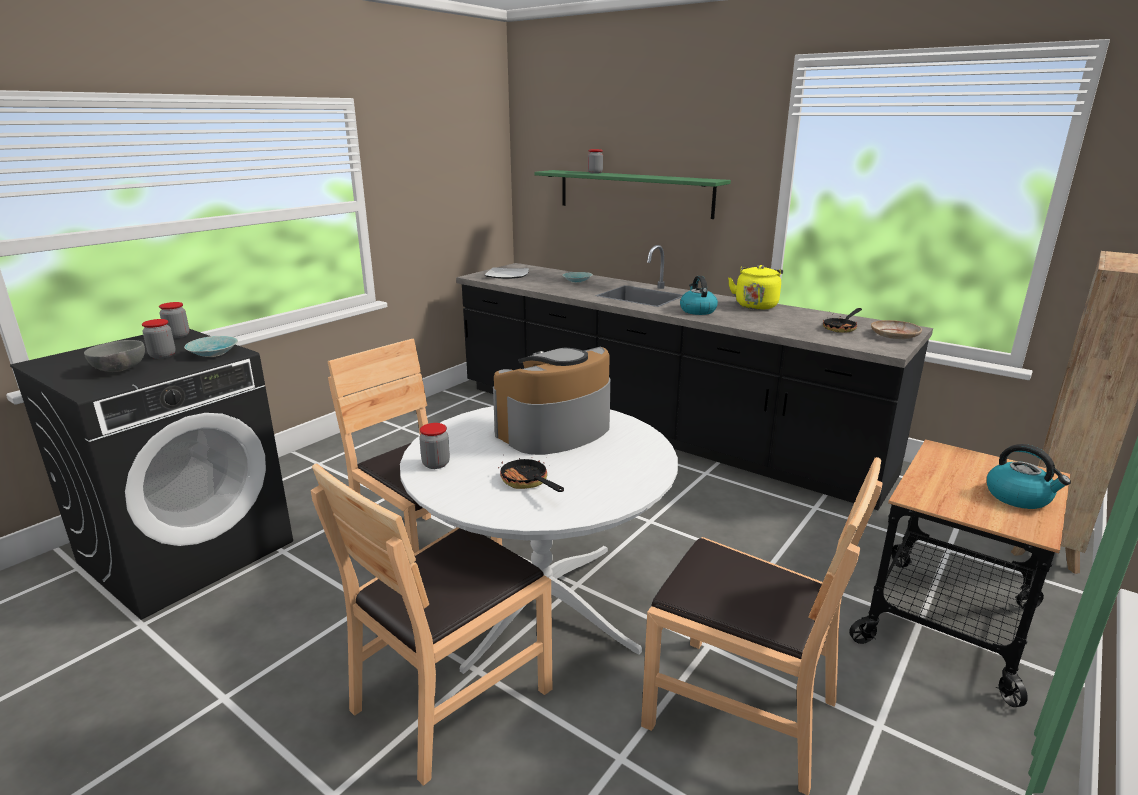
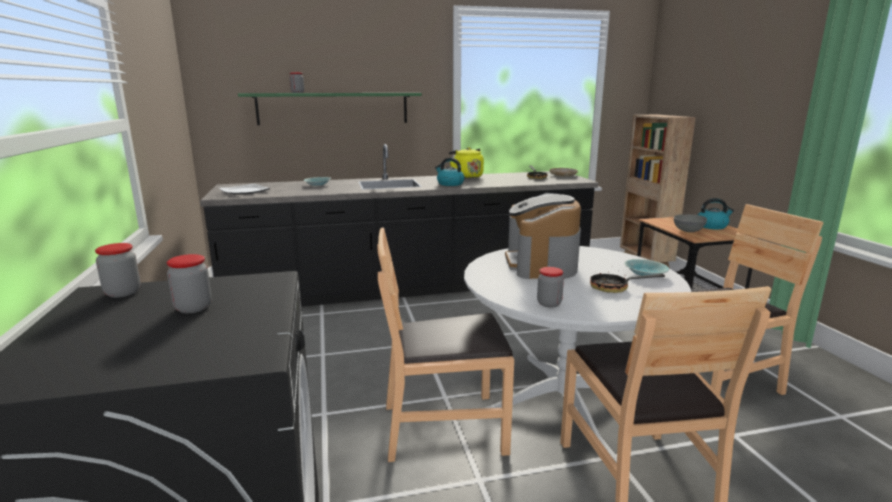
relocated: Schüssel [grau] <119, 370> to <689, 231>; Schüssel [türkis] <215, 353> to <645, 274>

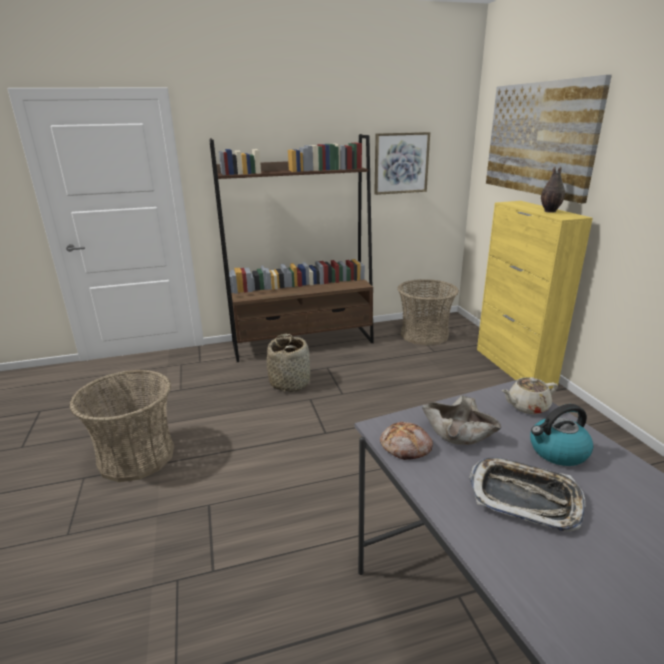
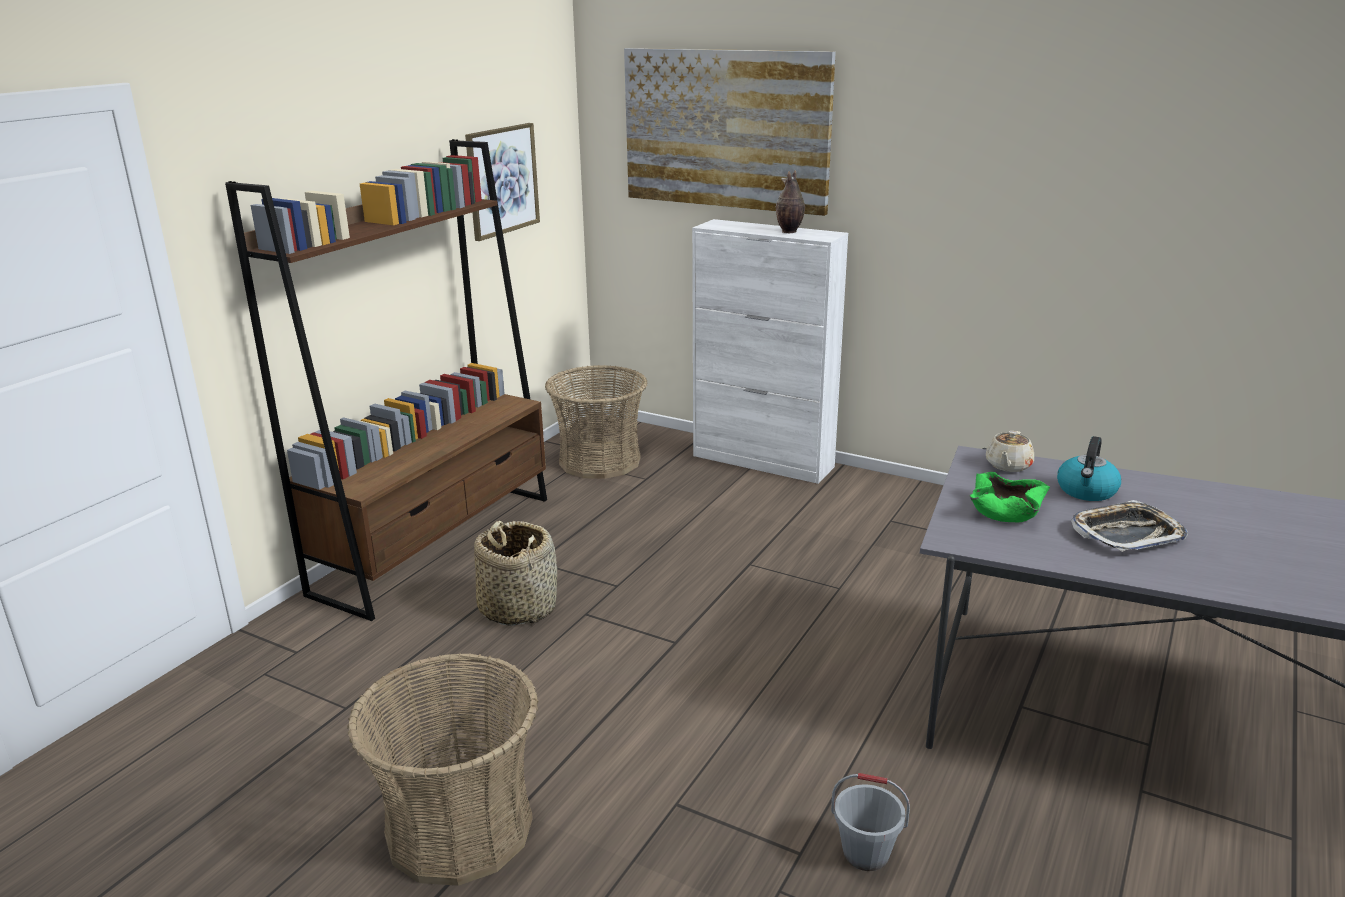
missing: Brot <406, 447>
appeared: Eimer [grau] <866, 853>
colour: Schüssel [beige] <459, 431> to Schüssel [grün] <1004, 510>; Schrank [gelb] <514, 367> to Schrank [weiß] <763, 461>

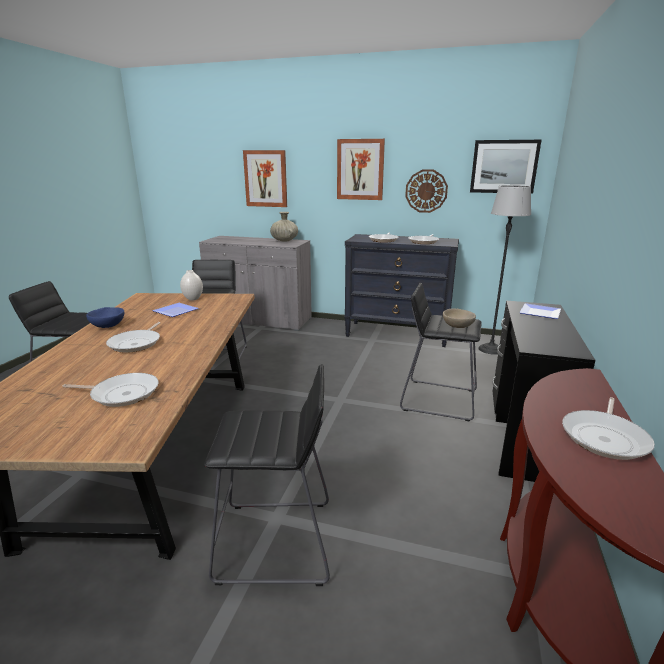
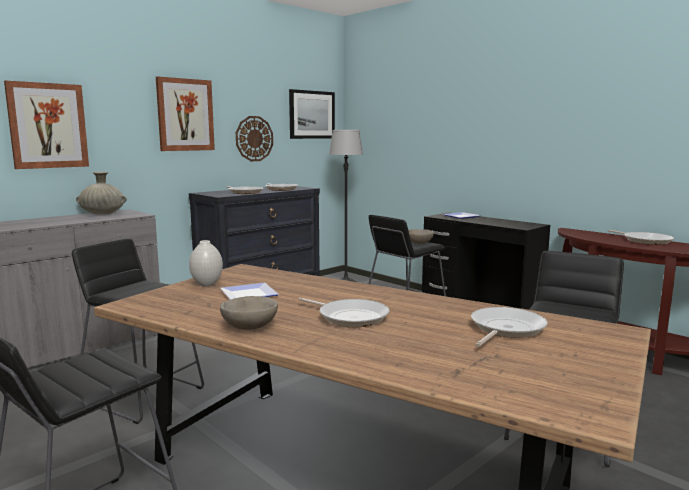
colour: Schüssel [blau] <108, 326> to Schüssel [beige] <250, 327>

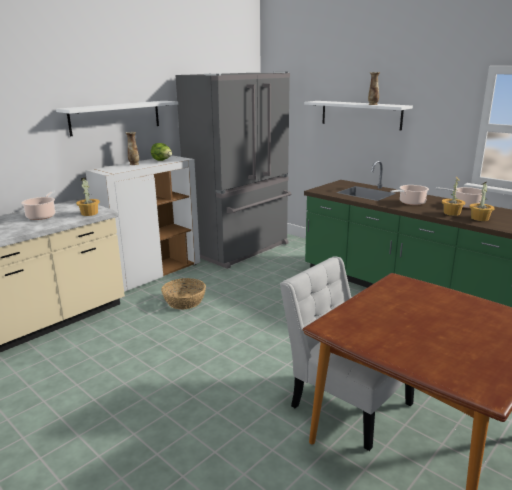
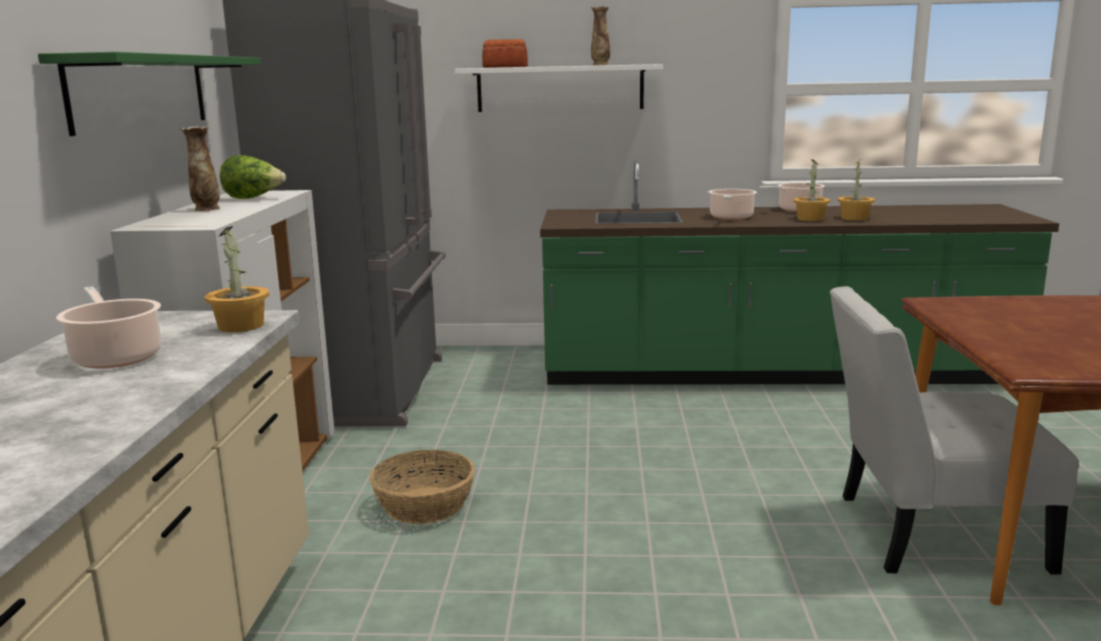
appeared: Brot <506, 67>
colour: Wandregal [weiß] <115, 117> to Wandregal [grün] <141, 92>

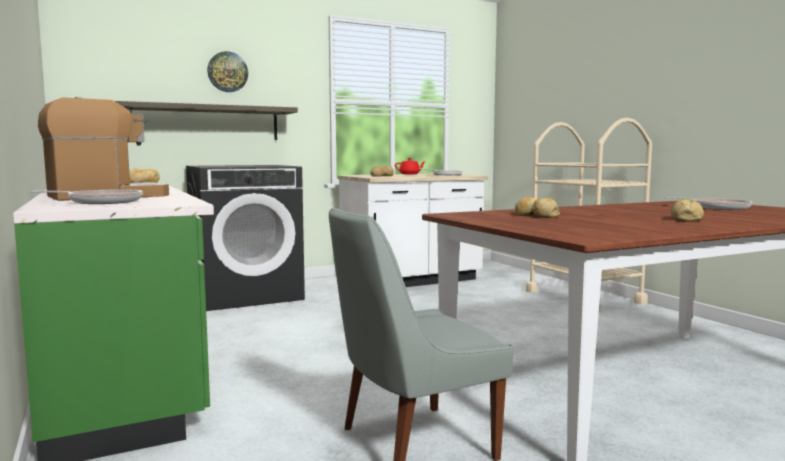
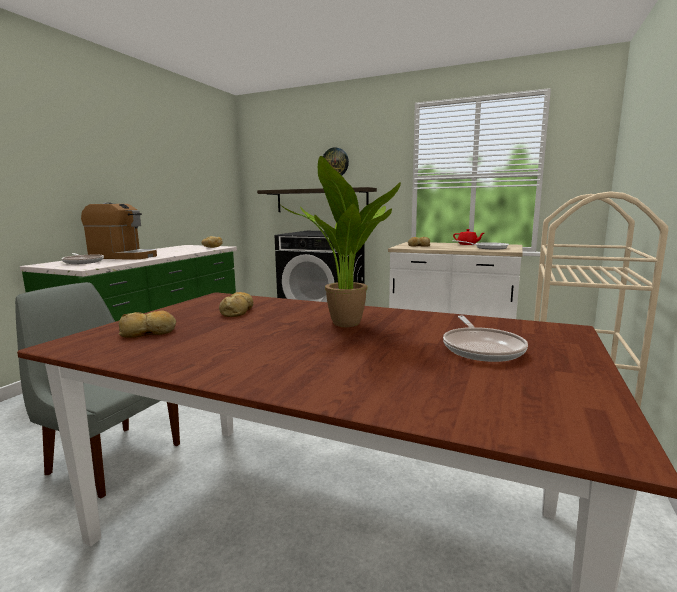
appeared: Topfpflanze <350, 325>
relocated: Brot <686, 219> to <149, 332>

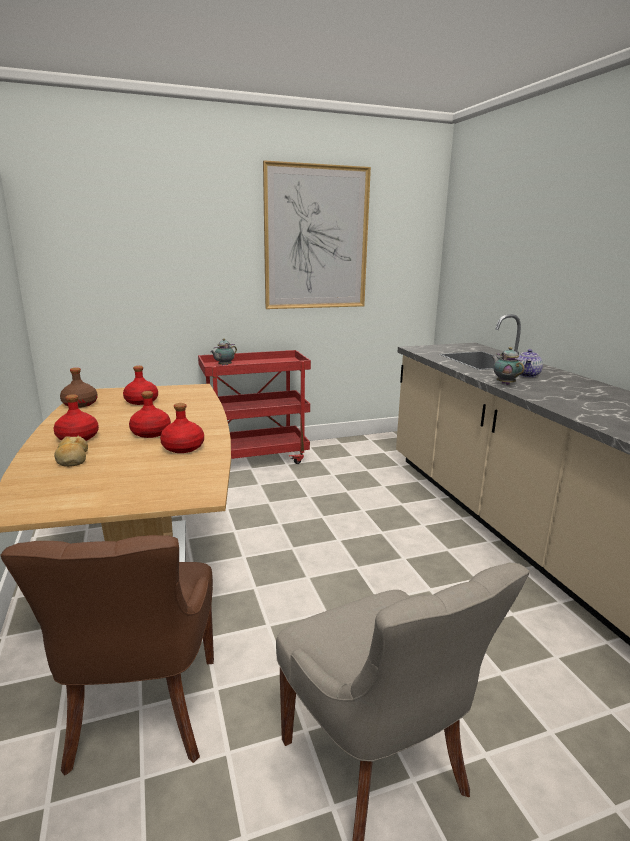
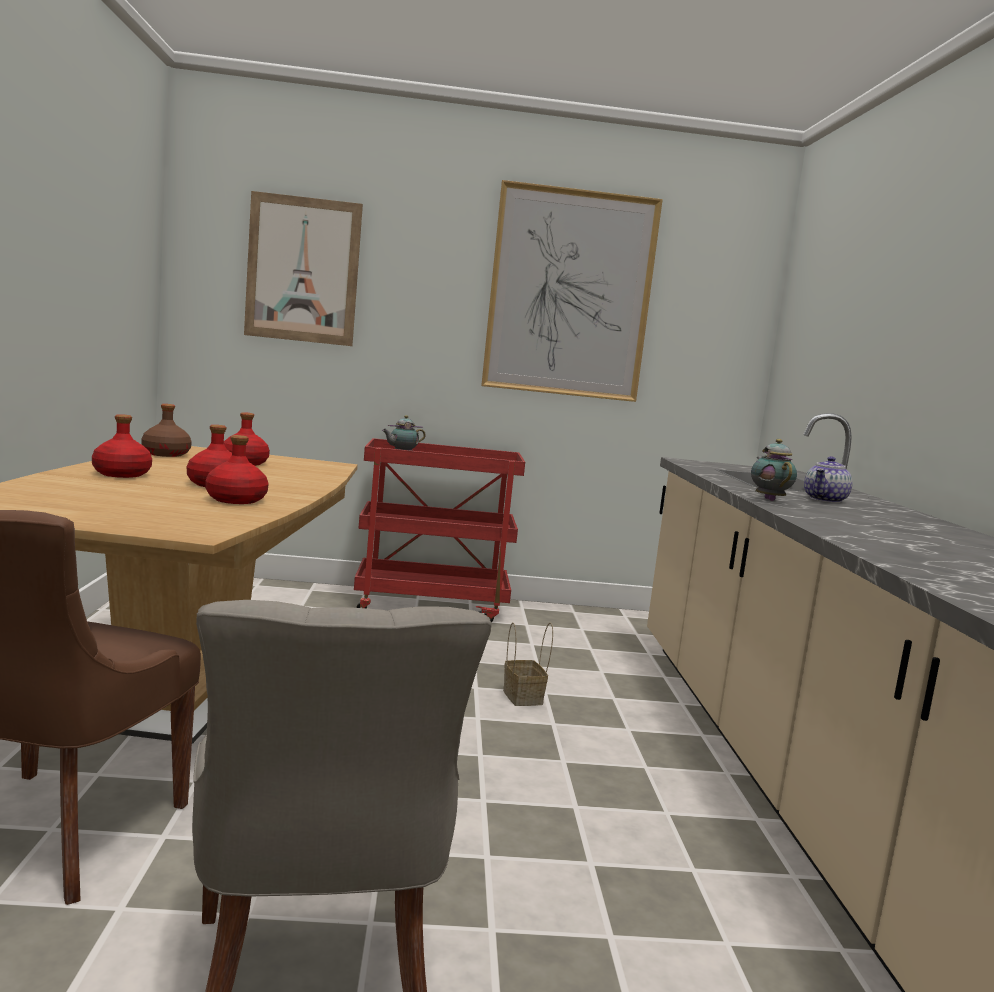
missing: Brot <72, 458>
appeared: Bild <303, 270>; Korb <524, 697>

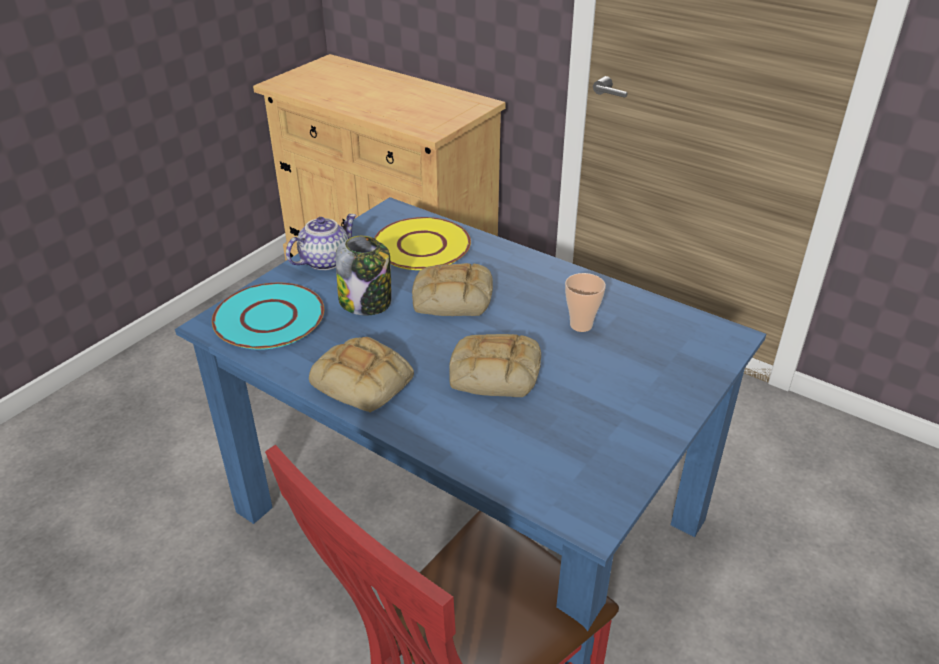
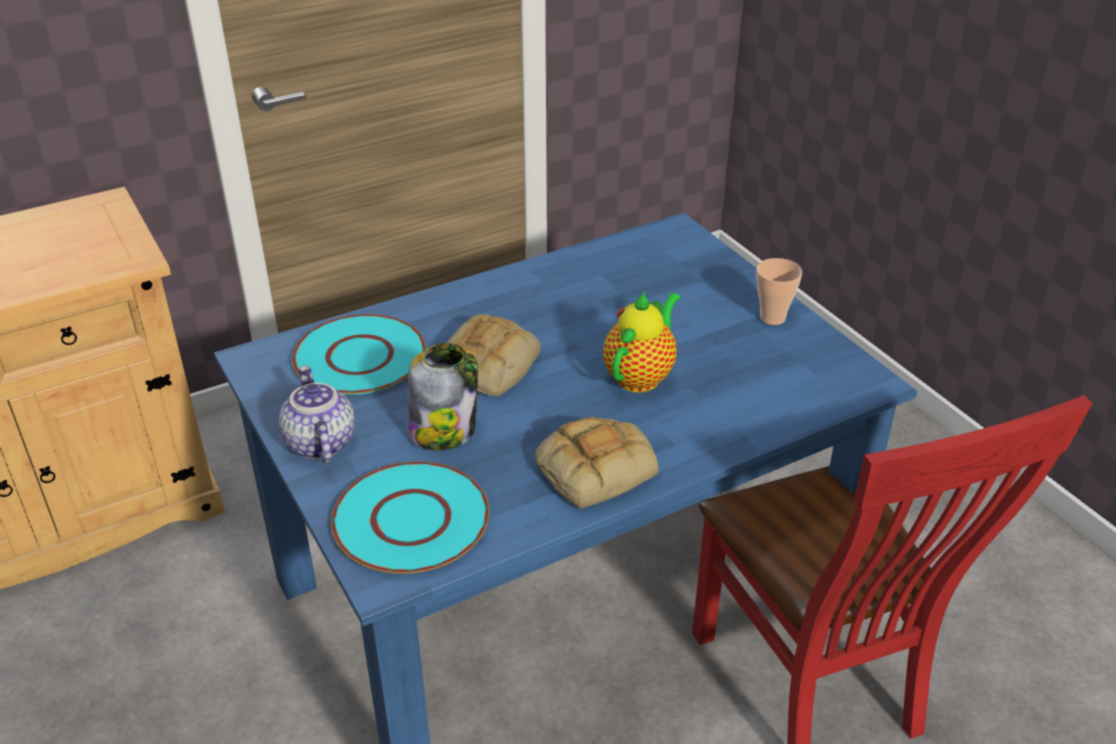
relocated: Tasse <581, 325> to <772, 318>
exchanged: Brot <493, 373> to Teekanne <641, 376>
colour: Teller [gelb] <422, 246> to Teller [türkis] <360, 357>

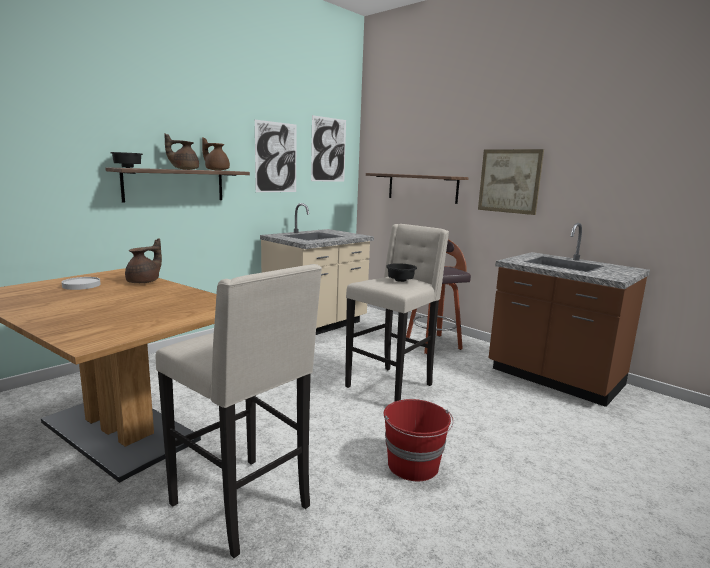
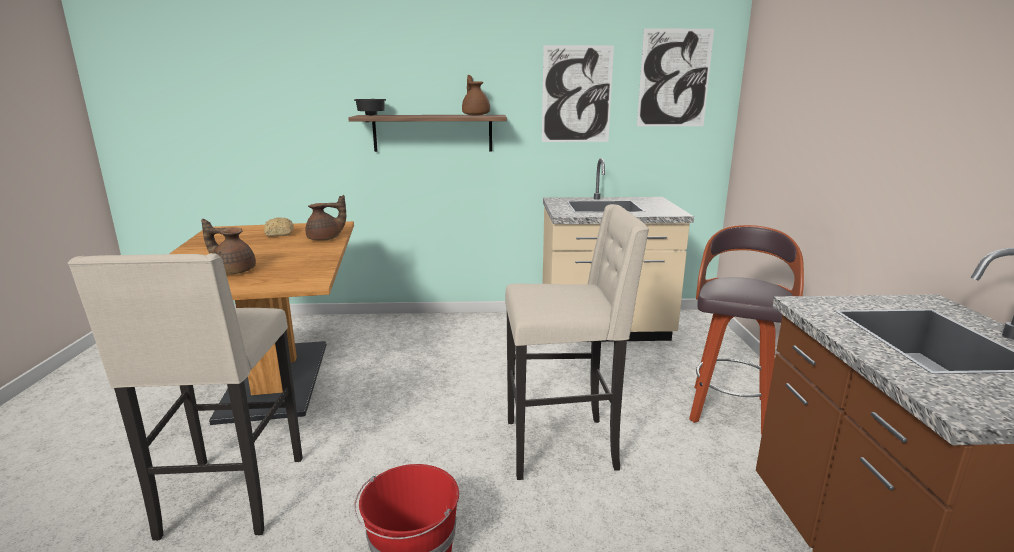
missing: Wandregal <422, 188>; Schüssel [schwarz] <401, 281>; Bild <509, 181>
relocated: Teekanne [braun] <184, 169> to <234, 271>
exchanged: Teller [weiß] <81, 285> to Brot <279, 234>

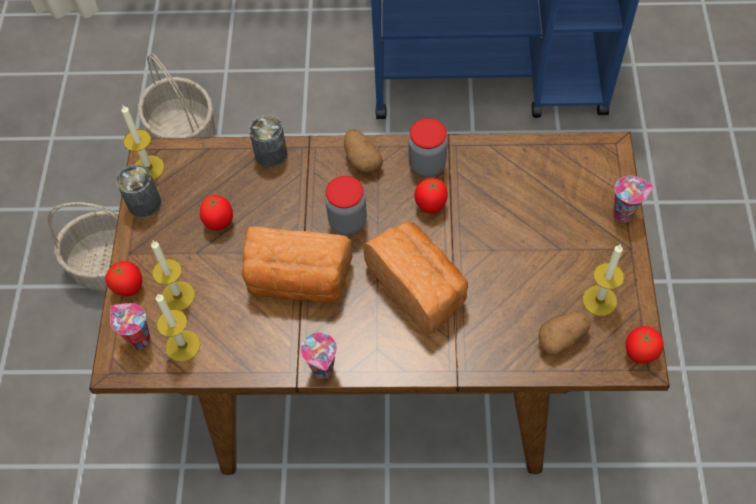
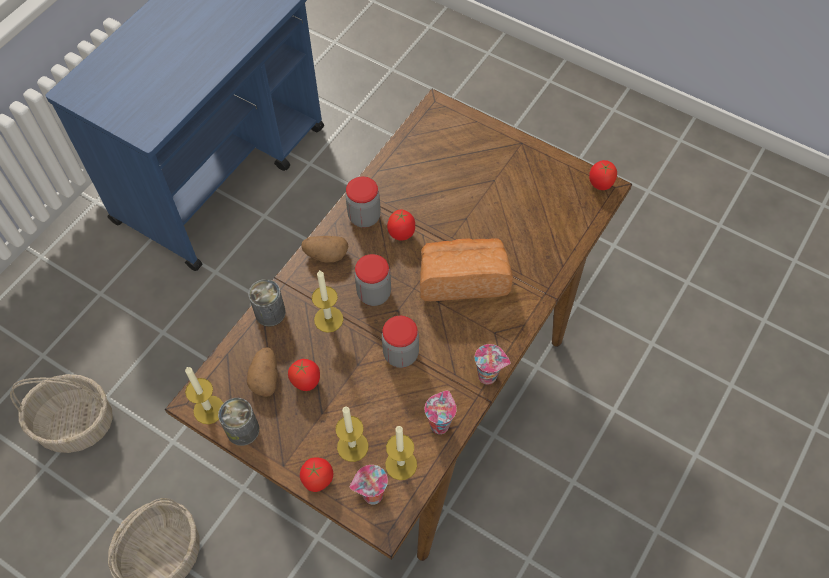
relocated: Kartoffel <562, 338> to <265, 377>; Kerze <599, 300> to <328, 319>; Tasse <624, 213> to <439, 424>
exchanged: Brot <297, 280> to Vorratsglas <401, 354>

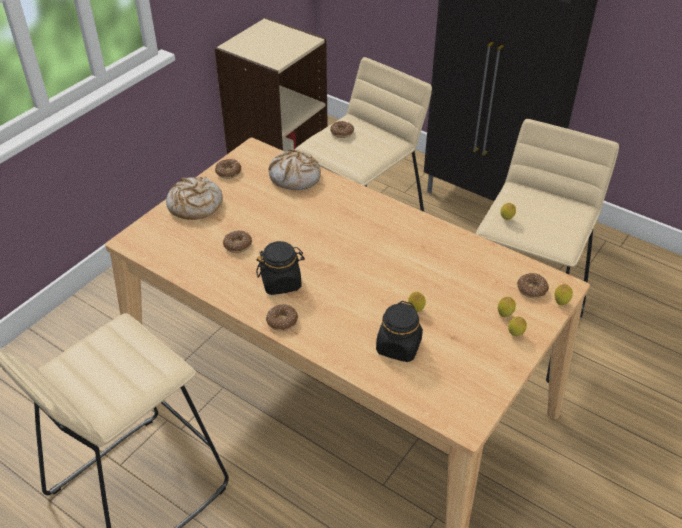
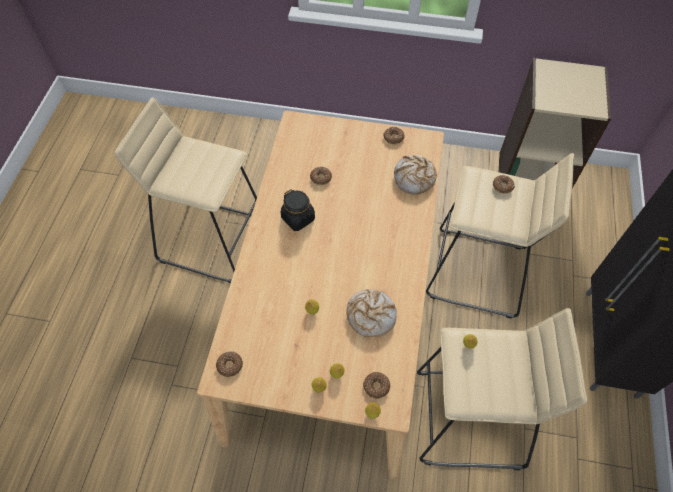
missing: Vorratsglas [schwarz] <398, 347>
relocated: Brot <195, 205> to <370, 316>; Donut <282, 321> to <230, 365>

